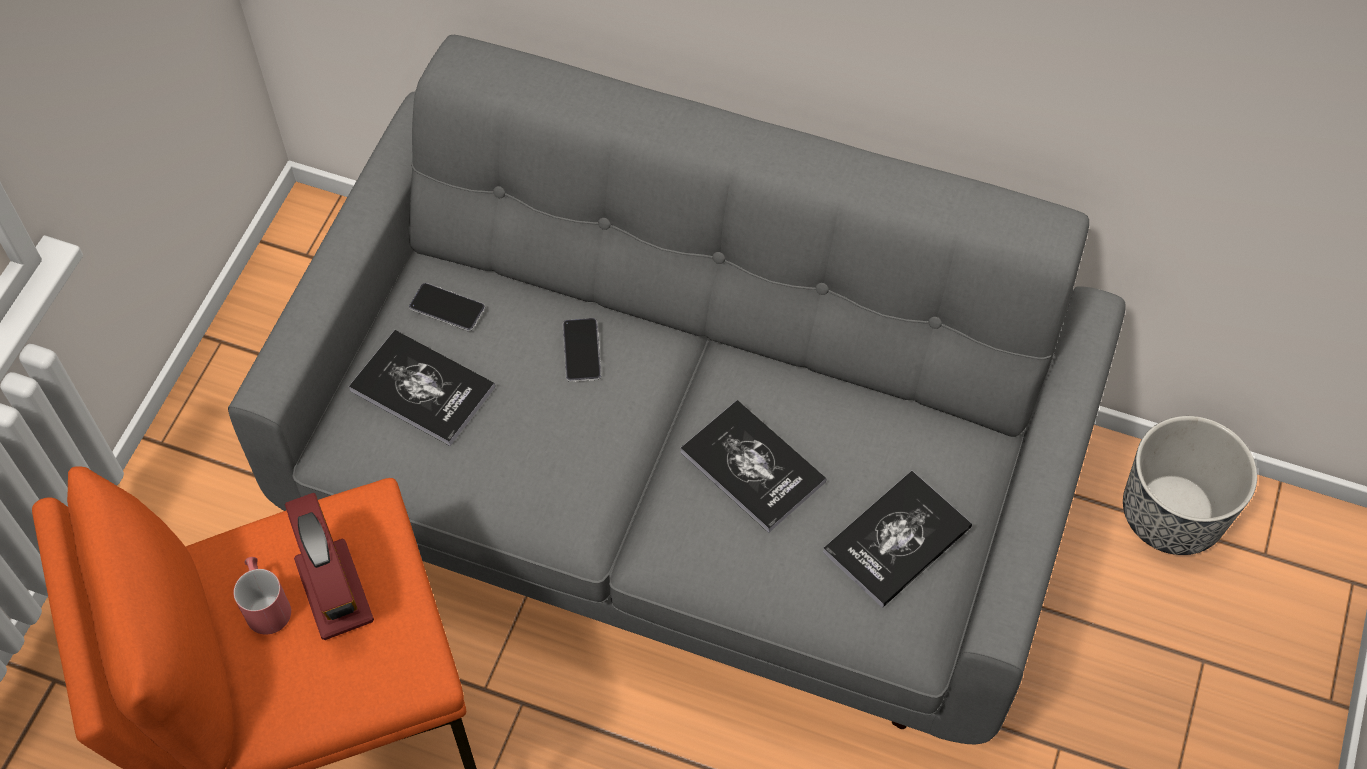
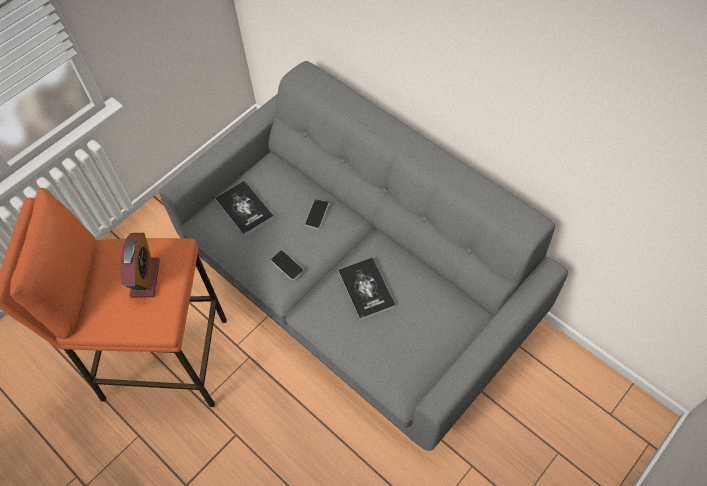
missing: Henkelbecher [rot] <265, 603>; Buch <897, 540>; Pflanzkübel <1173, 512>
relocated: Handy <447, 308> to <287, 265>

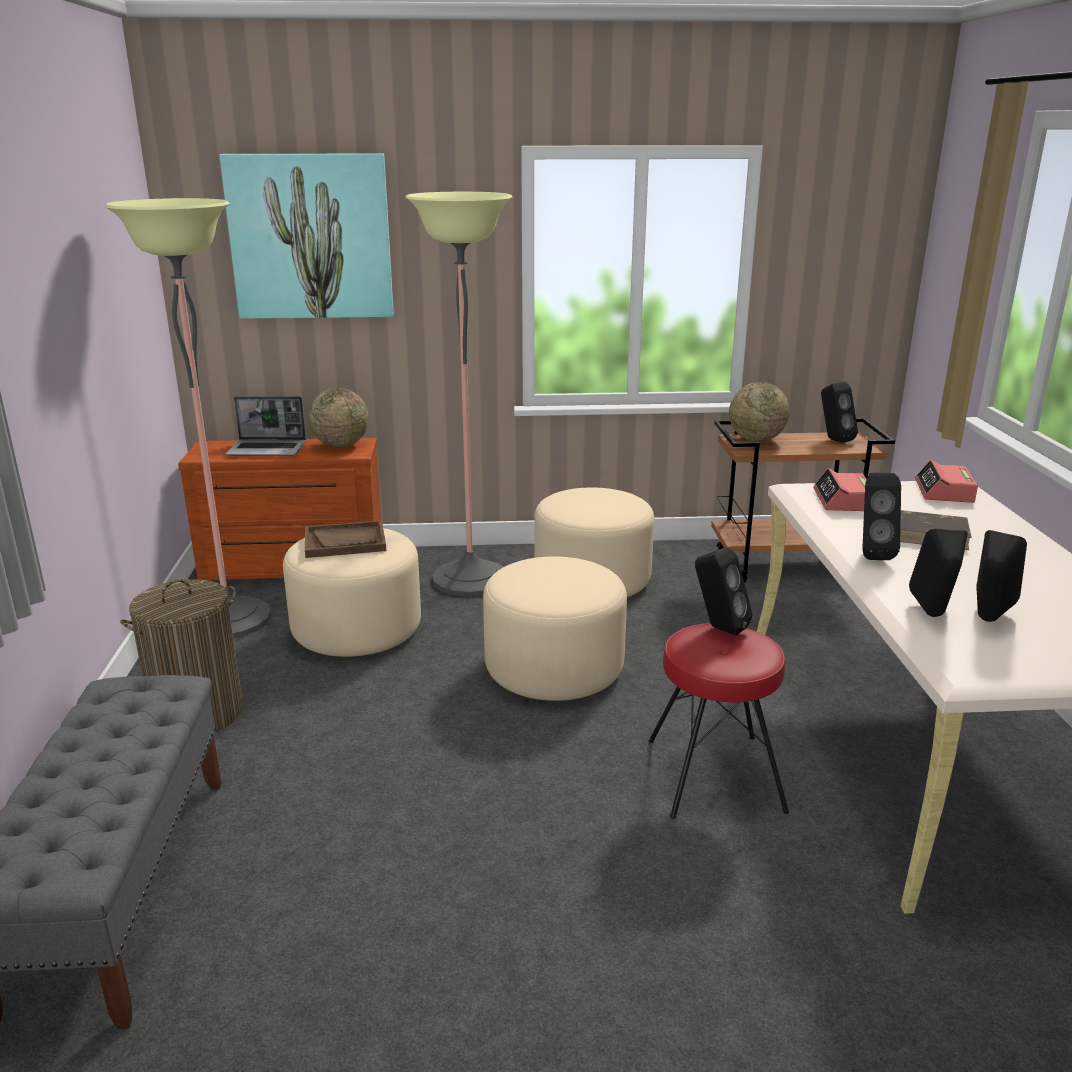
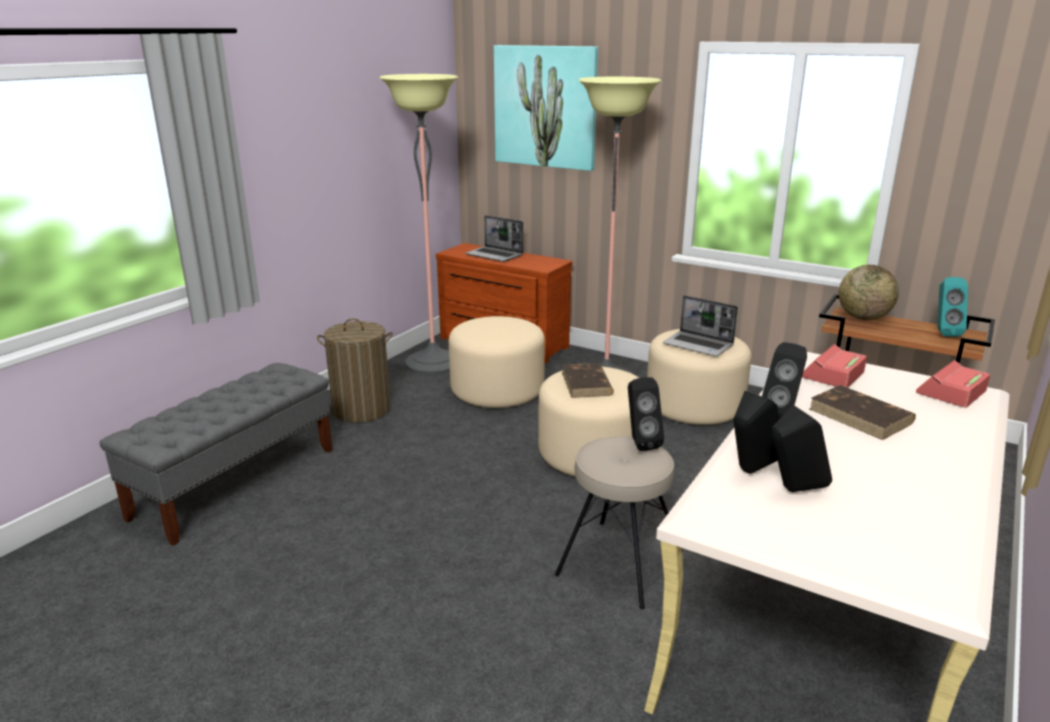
missing: Tablett [braun] <345, 542>; Globus <341, 445>
appeared: Buch [braun] <586, 384>; Laptop <699, 345>
colour: Hocker [rot] <713, 775> to Hocker [beige] <618, 562>; Lautsprecher [schwarz] <833, 439> to Lautsprecher [türkis] <943, 332>

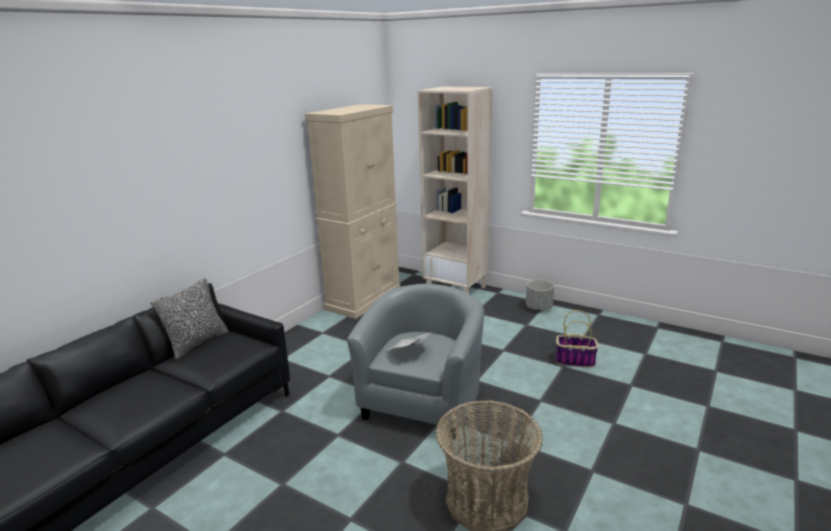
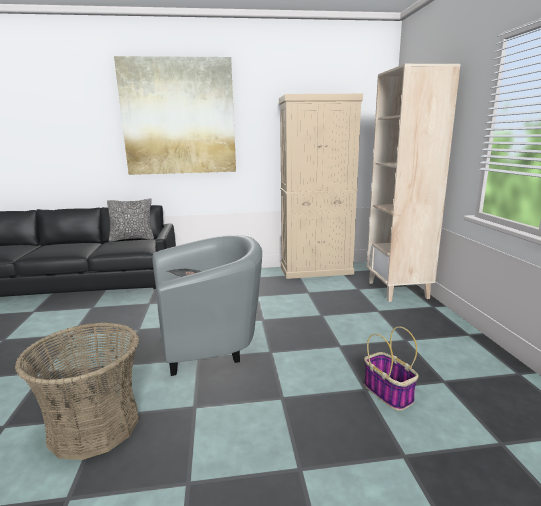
missing: Pflanzkübel [grau] <538, 308>
appeared: Bild <179, 117>

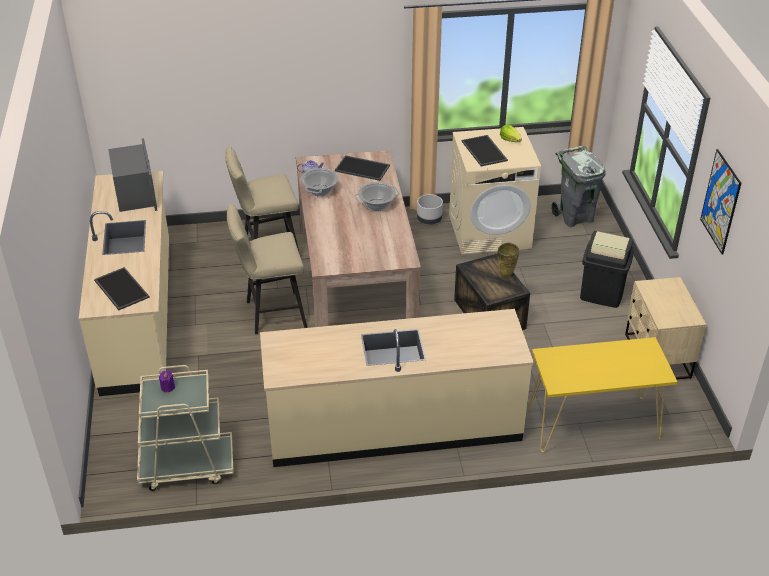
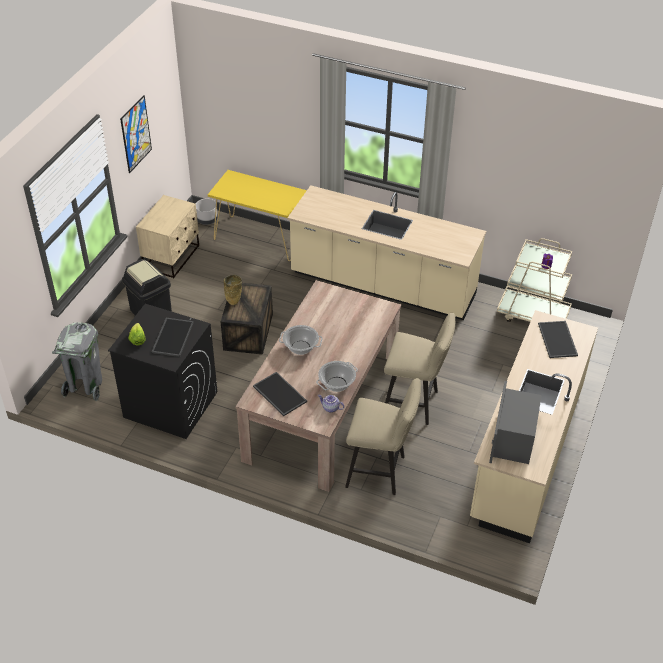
relocated: Pflanzkübel [grau] <429, 220> to <207, 220>
colour: Waschmaschine [beige] <490, 231> to Waschmaschine [schwarz] <170, 404>

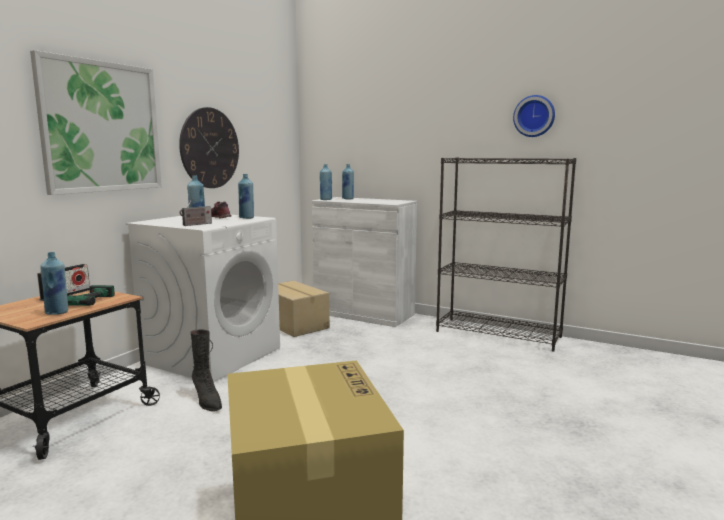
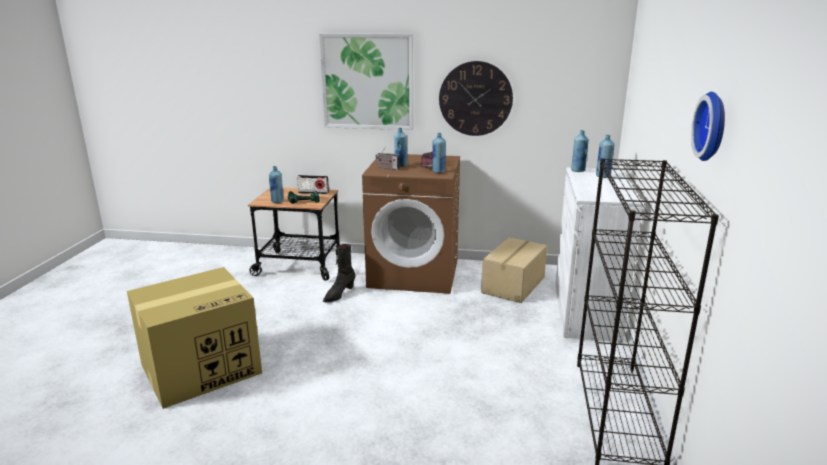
colour: Waschmaschine [weiß] <213, 355> to Waschmaschine [braun] <414, 273>

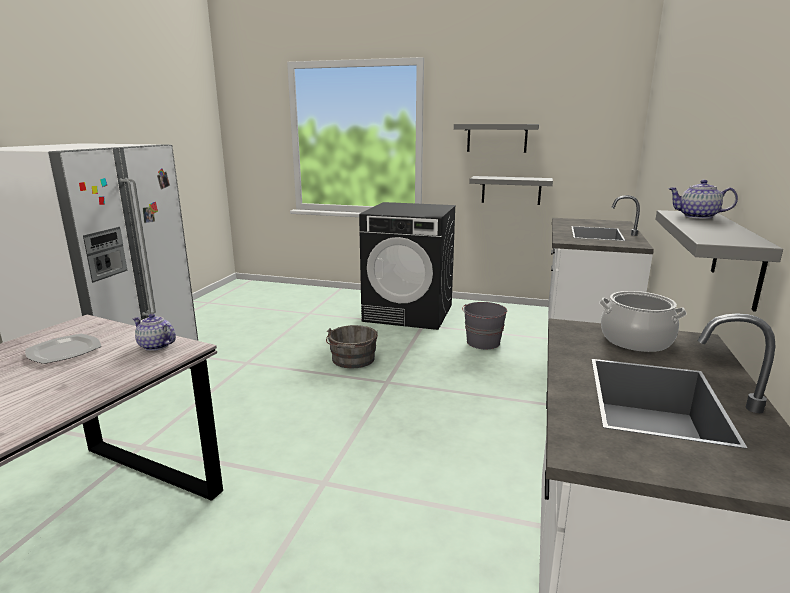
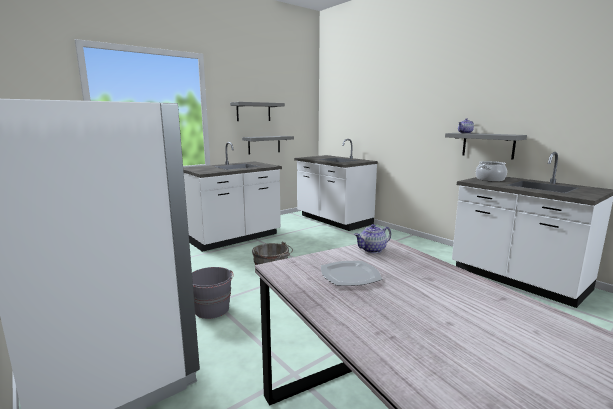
relocated: Eimer [grau] <483, 343> to <212, 310>
exchanged: Waschmaschine [schwarz] <409, 313> to Küchenzeile [weiß] <234, 238>

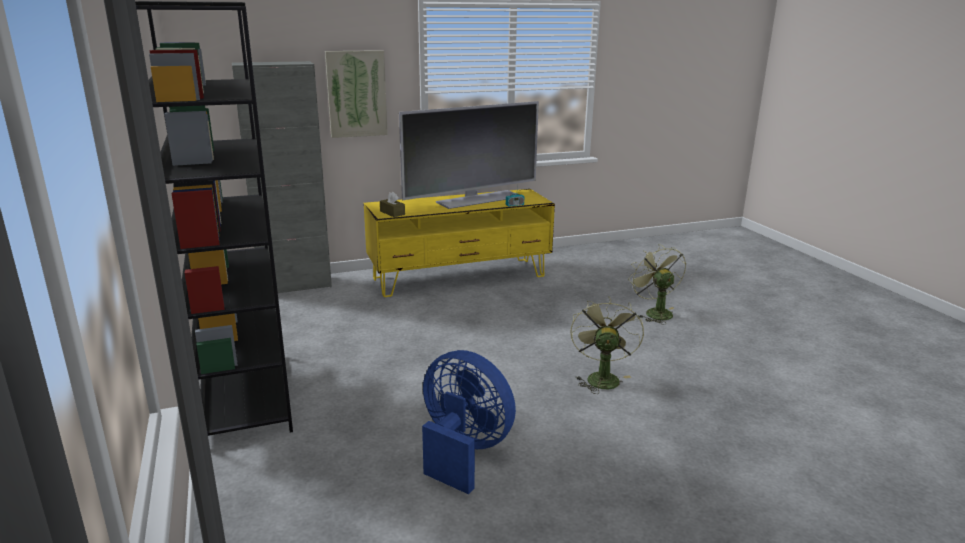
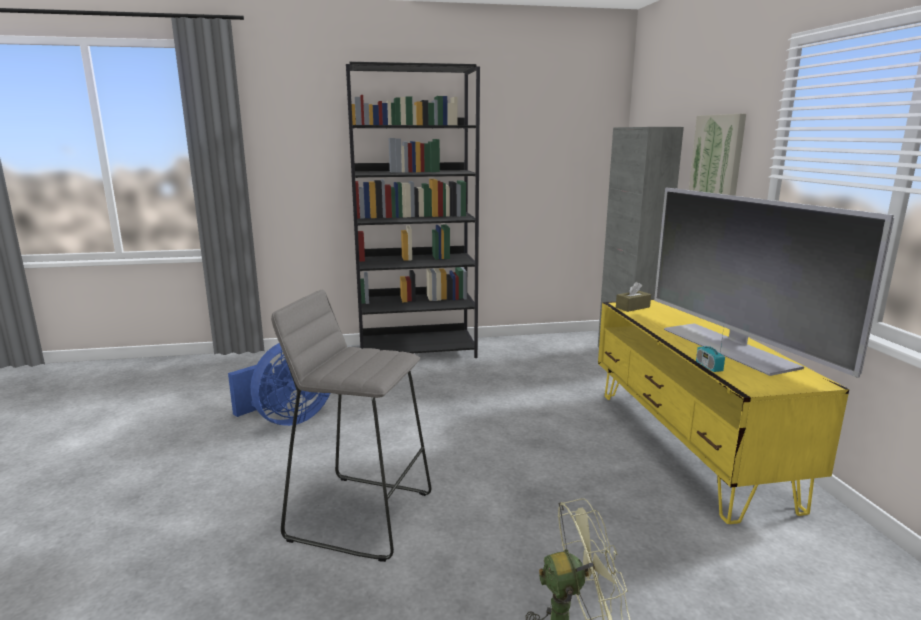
exchanged: Ventilator [grün] <601, 377> to Hocker [grau] <361, 515>

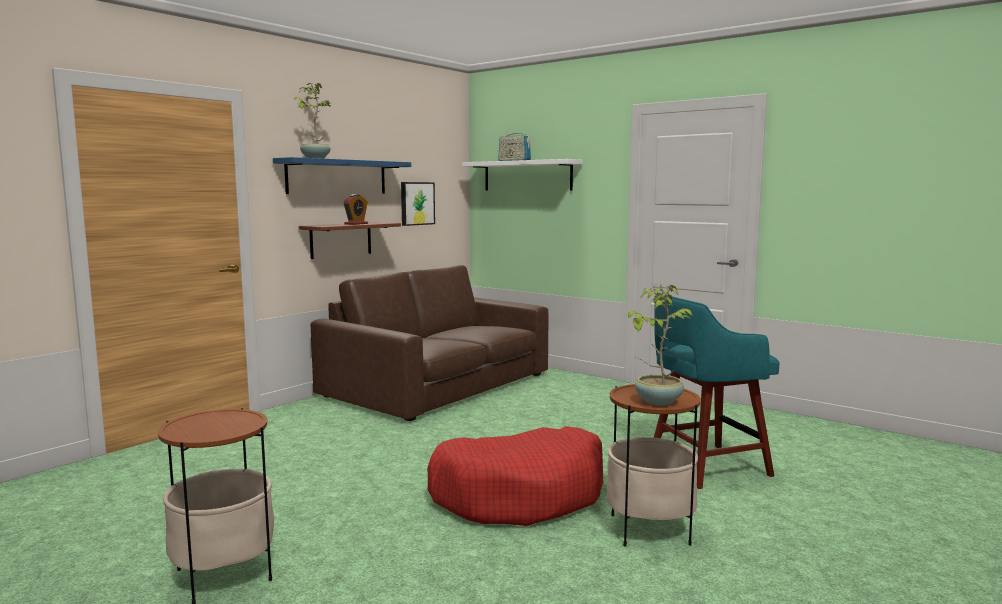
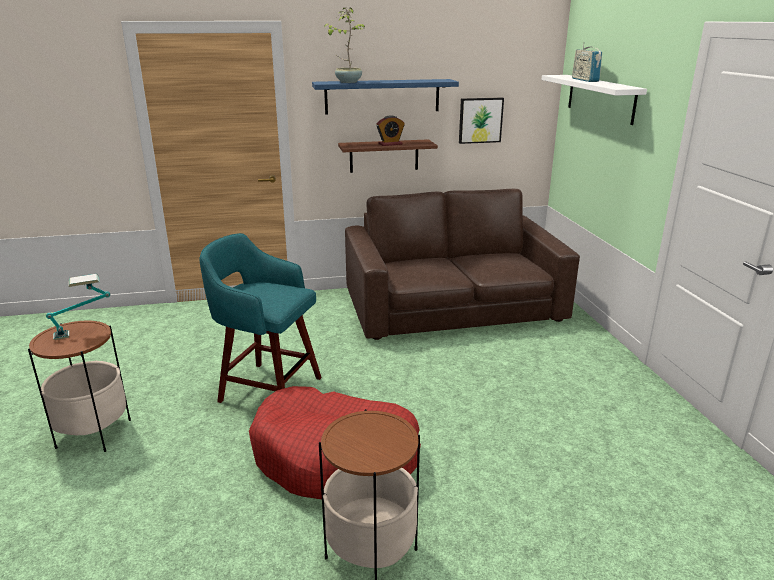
missing: Topfpflanze <657, 401>
appeared: Tischlampe <85, 332>
relocated: Hocker [türkis] <705, 466> to <268, 388>

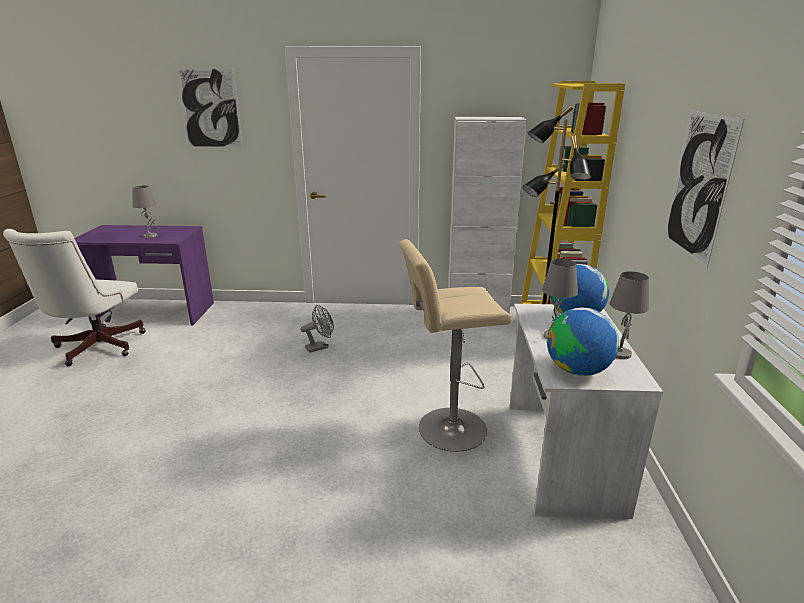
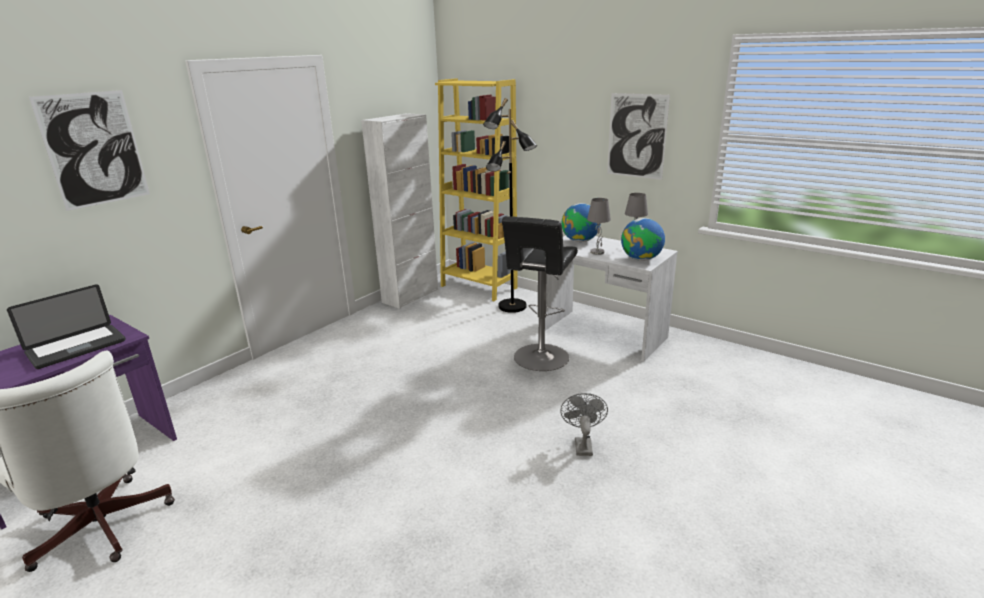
relocated: Ventilator [grau] <320, 347> to <582, 444>
exchanged: Tischlampe [grau] <151, 236> to Laptop <76, 347>
colour: Hocker [beige] <447, 429> to Hocker [schwarz] <540, 359>

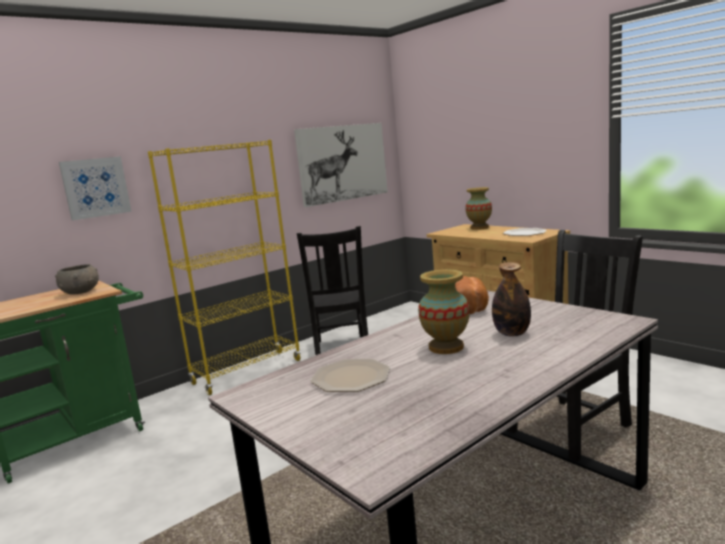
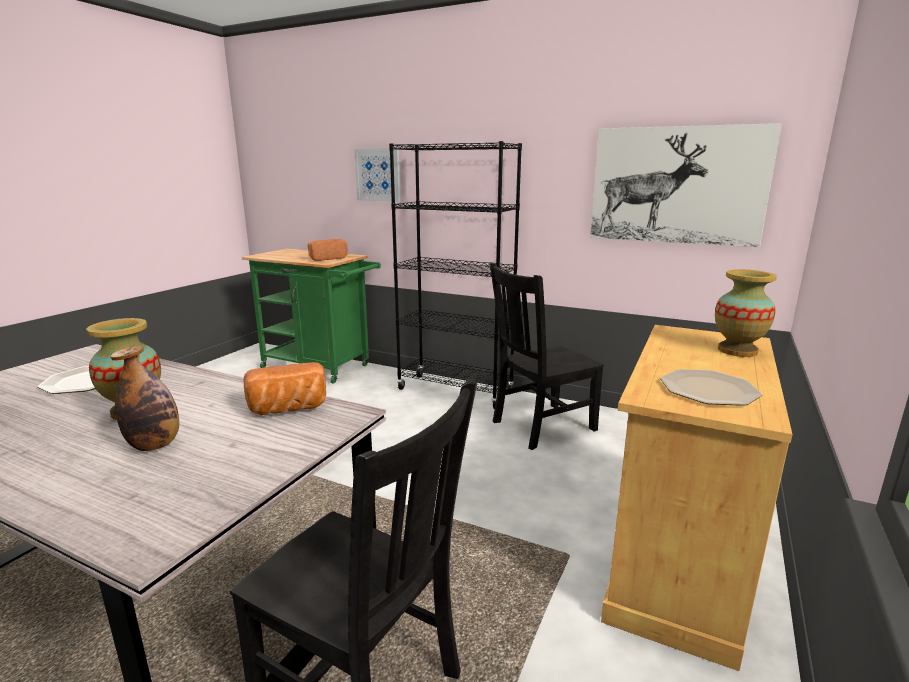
exchanged: Schüssel [grau] <81, 292> to Brot <326, 258>
colour: Bücherregal [gelb] <247, 372> to Bücherregal [schwarz] <455, 391>

